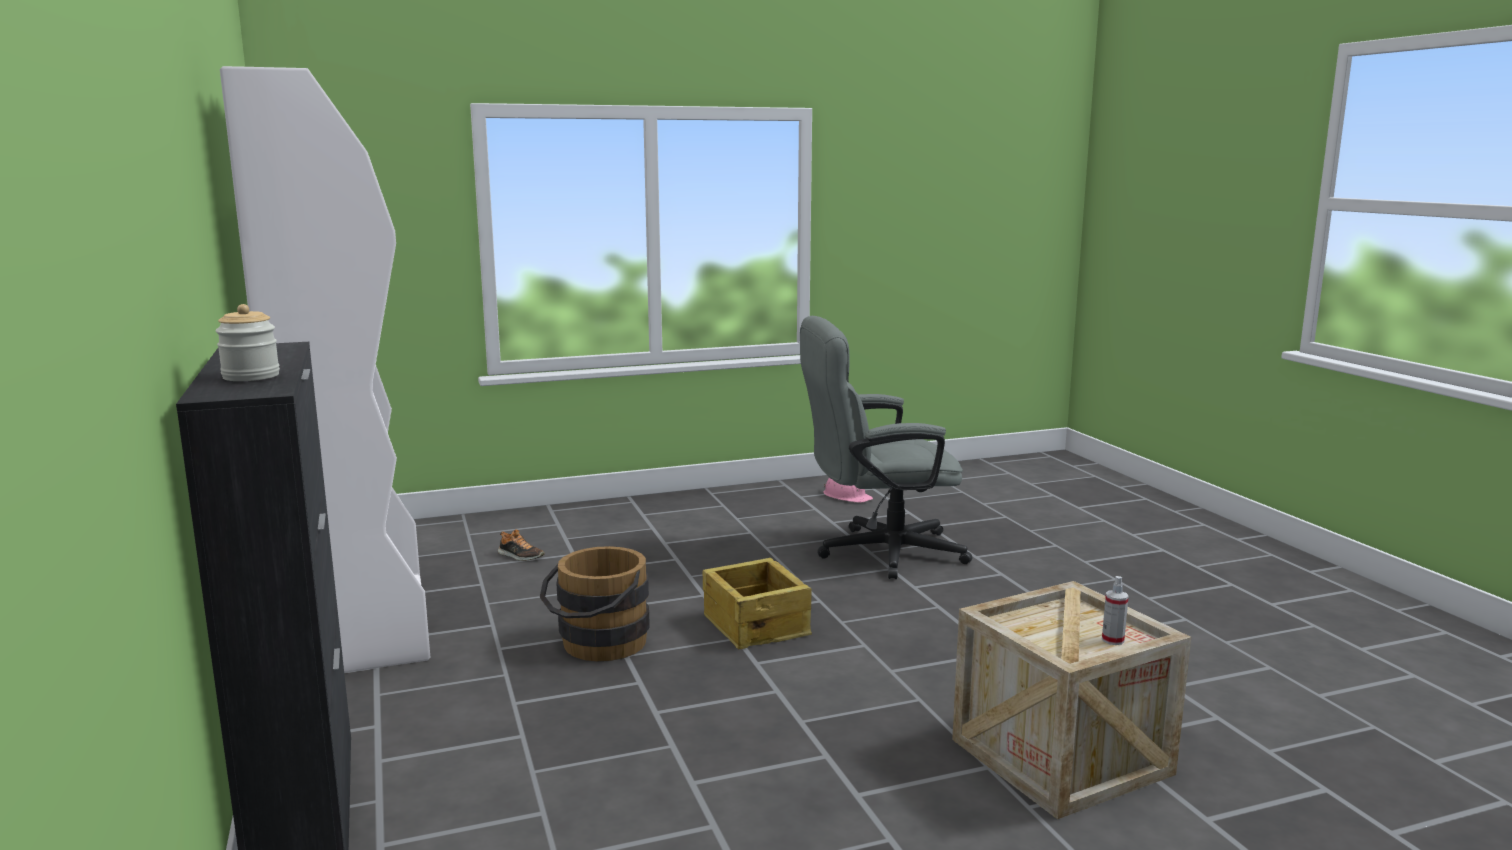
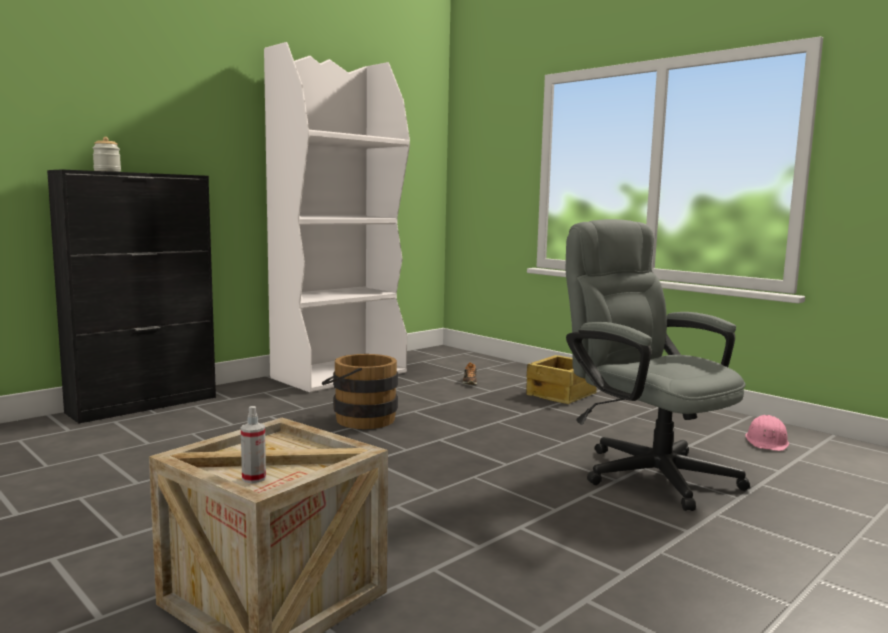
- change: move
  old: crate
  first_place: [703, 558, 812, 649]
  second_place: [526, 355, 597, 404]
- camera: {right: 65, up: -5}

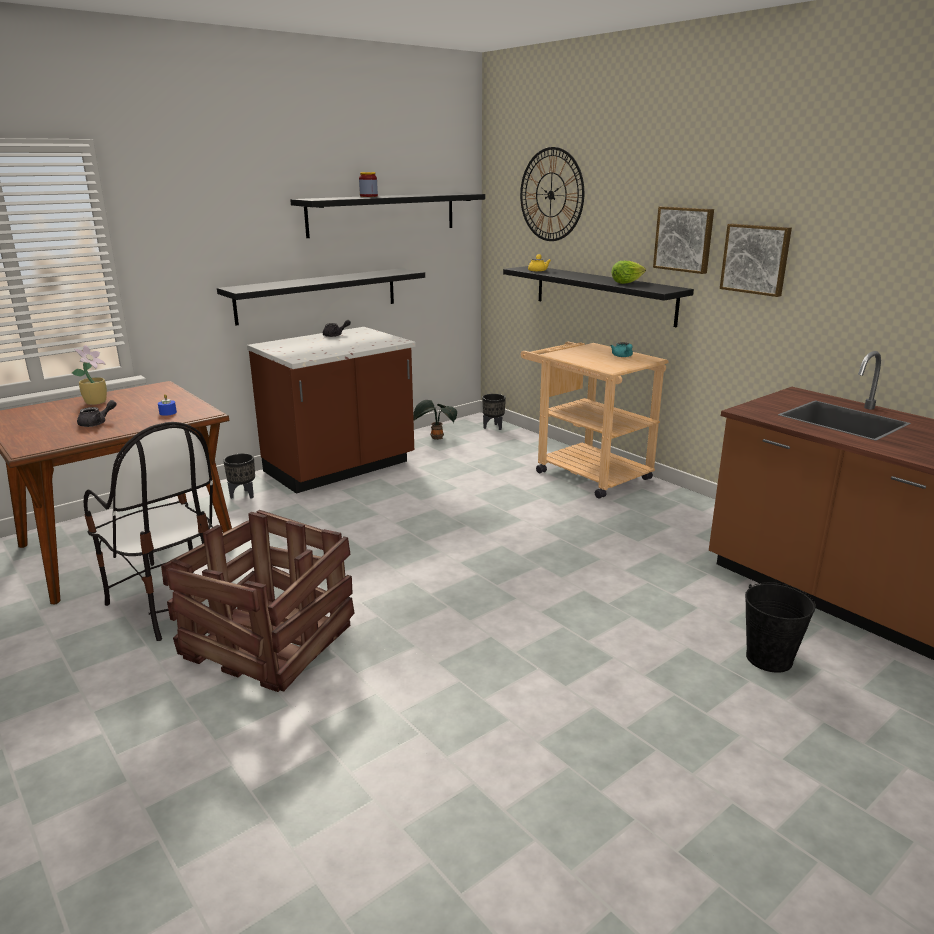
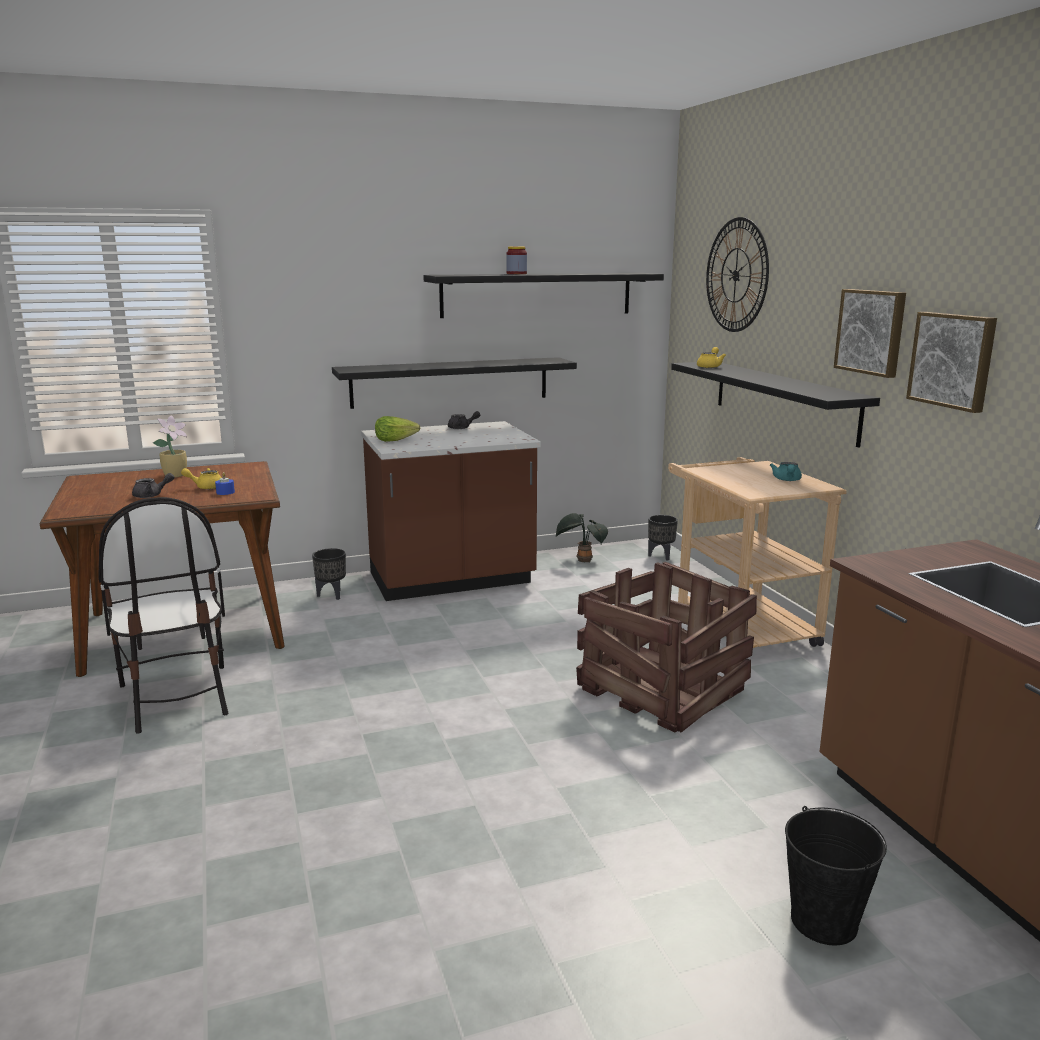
- change: insert
  new: teapot in yellowish
  second_place: [181, 468, 222, 489]
- change: move
  old: crate
  first_place: [161, 510, 355, 692]
  second_place: [576, 562, 757, 732]
- change: move
  old: head of lettuce
  first_place: [611, 261, 646, 284]
  second_place: [375, 416, 421, 442]
- camera: {right: 20, up: -5}

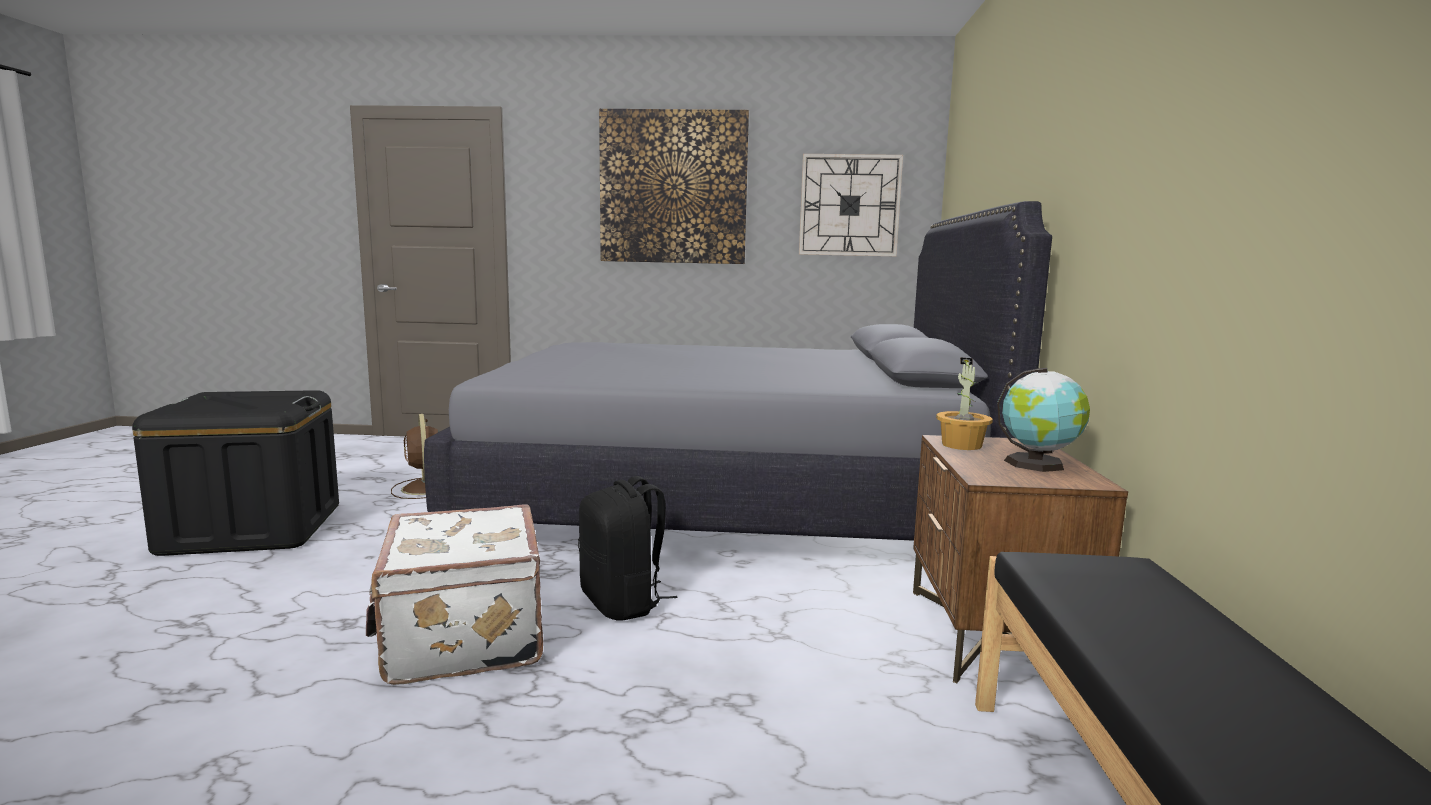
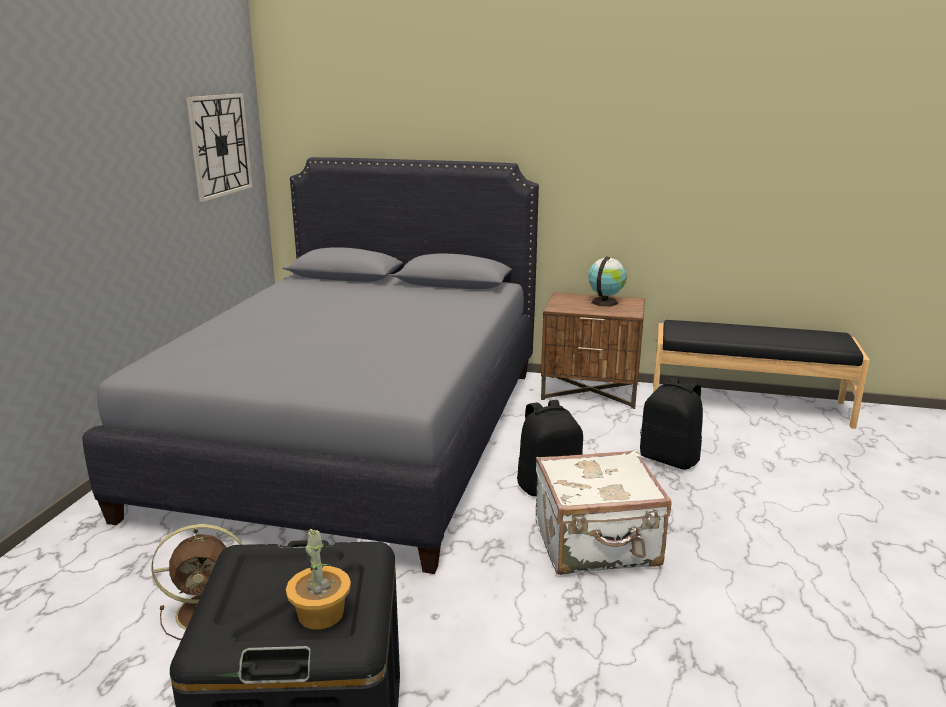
- change: delete
  old: wall picture
  first_place: [599, 109, 749, 264]
- change: insert
  new: backpack in black
  second_place: [640, 378, 703, 470]
- change: move
  old: plant in a pot
  first_place: [936, 357, 993, 450]
  second_place: [286, 528, 351, 629]
- camera: {right: -80, up: 10}

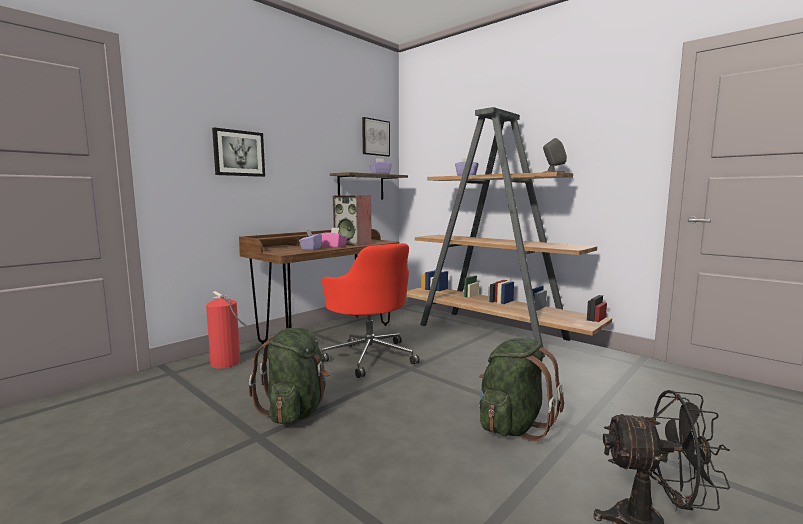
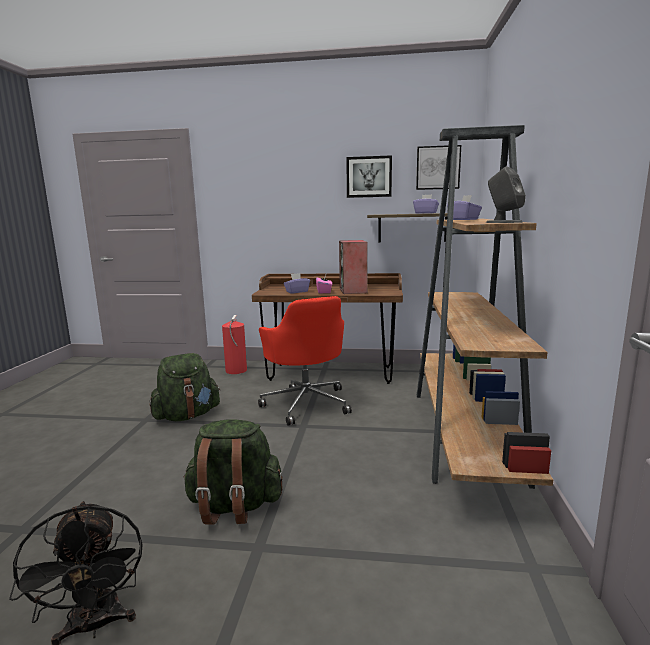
- change: move
  old: wall picture
  first_place: [212, 127, 265, 177]
  second_place: [346, 155, 392, 198]
- change: rotate
  old: desk chair in red-coloured
  first_place: [322, 243, 420, 378]
  second_place: [258, 296, 352, 426]
  degrees: -45
- camera: {right: 55, up: 5}

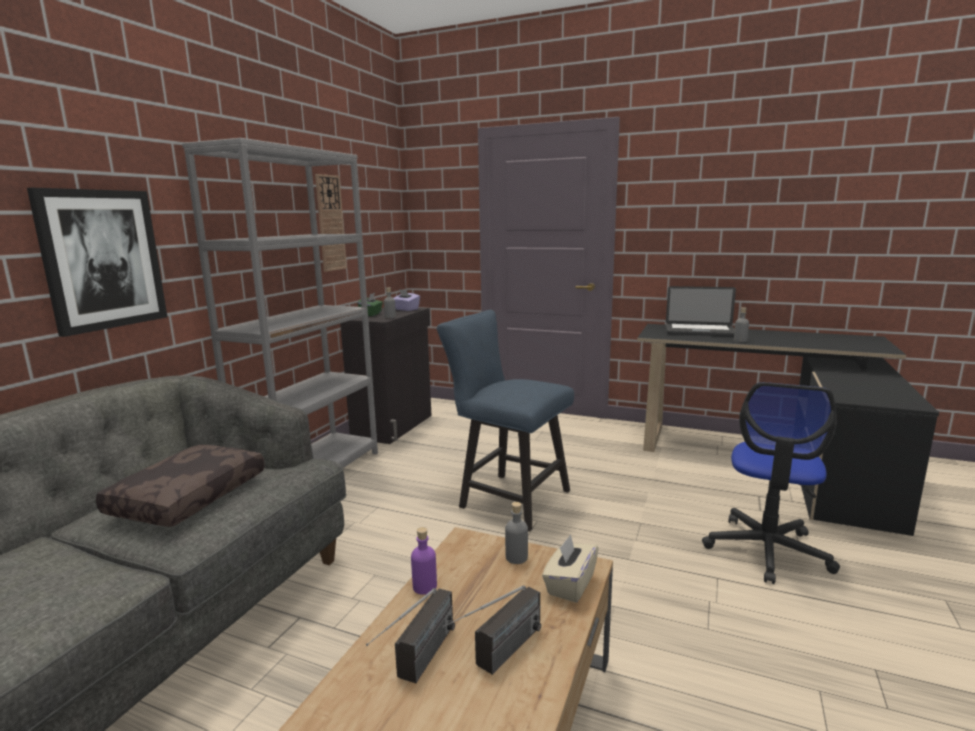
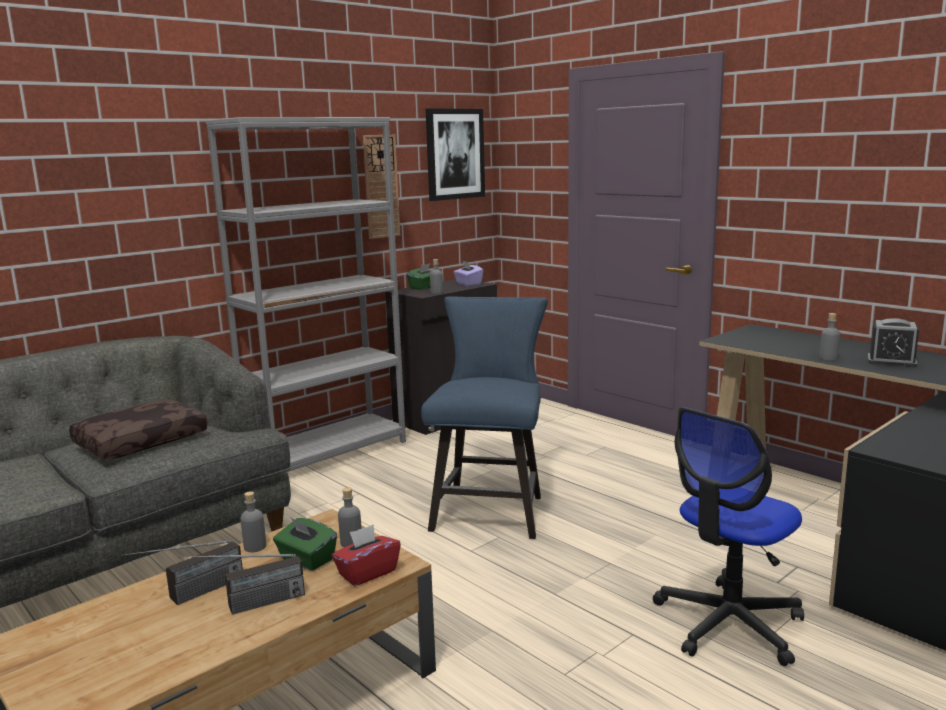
- change: delete
  old: portable computer
  first_place: [666, 286, 736, 337]
- change: insert
  new: box of tissues in greenish
  second_place: [273, 518, 337, 571]
- change: insert
  new: bedside clock
  second_place: [868, 318, 919, 367]
- change: move
  old: wall picture
  first_place: [27, 188, 167, 337]
  second_place: [426, 108, 485, 201]
- change: recolor
  old: drink bottle in purple
  new: drink bottle in gray
  first_place: [411, 527, 437, 595]
  second_place: [240, 491, 266, 552]
- change: recolor
  old: box of tissues in beige
  new: box of tissues in red-coloured
  first_place: [542, 534, 598, 603]
  second_place: [332, 525, 401, 586]
- change: rotate
  old: upright chair in blue
  first_place: [437, 310, 574, 532]
  second_place: [421, 297, 548, 539]
  degrees: 45
- camera: {right: 25, up: 0}

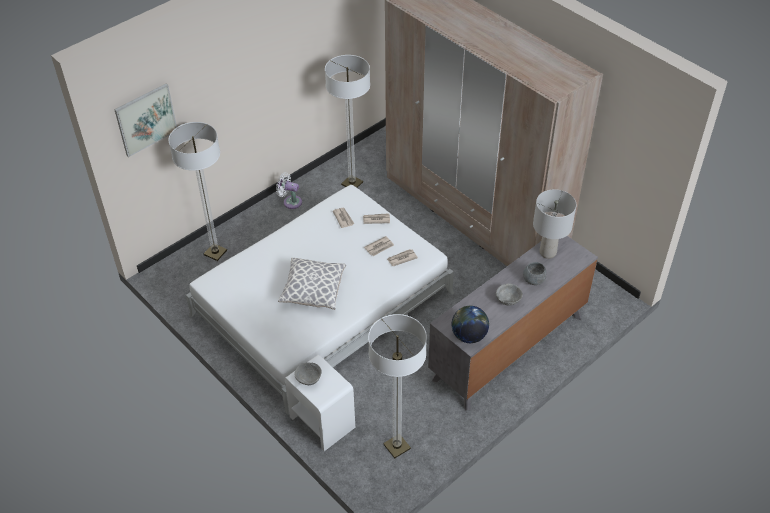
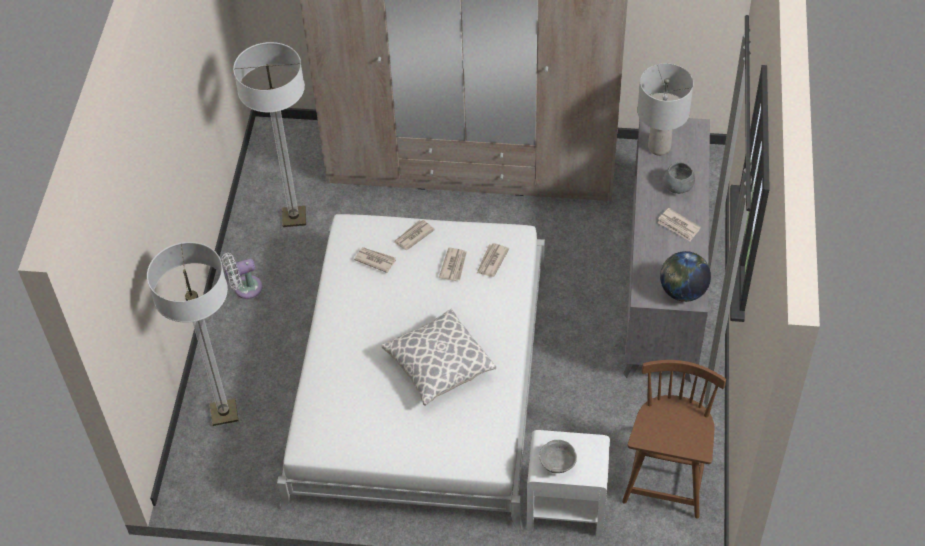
- change: delete
  old: wall picture
  first_place: [114, 83, 177, 157]
- change: replace
  old: floor lamp
  new: upright chair in brown
  first_place: [368, 314, 427, 458]
  second_place: [622, 360, 726, 519]
- change: replace
  old: deep dish in gray
  new: daily paper
  first_place: [496, 283, 523, 306]
  second_place: [657, 208, 701, 241]
- camera: {right: -40, up: 5}

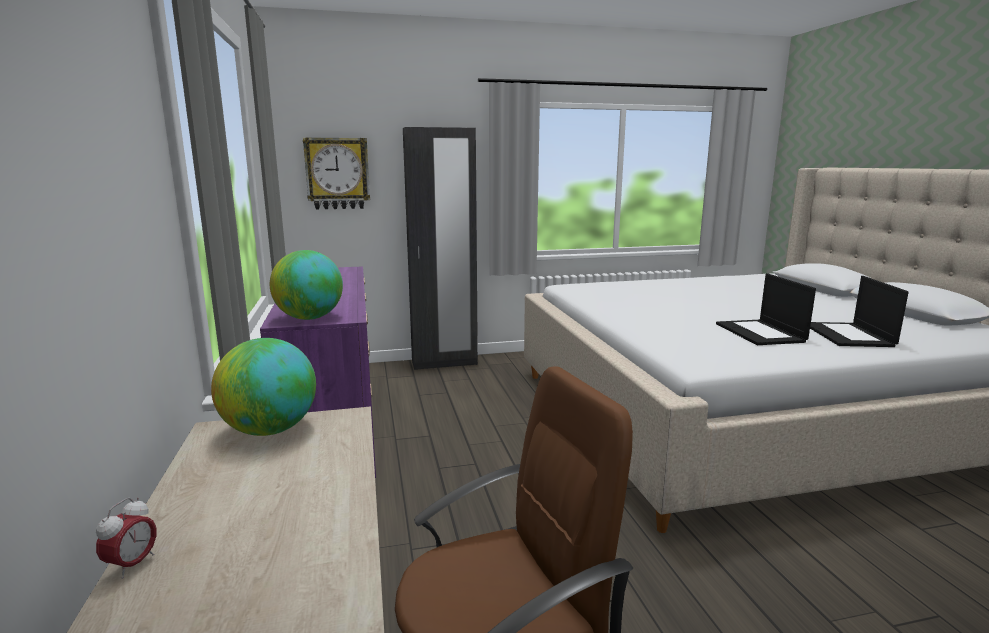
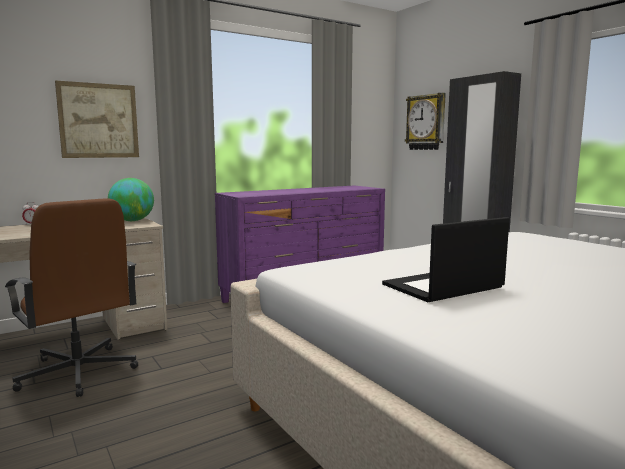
- change: delete
  old: globe
  first_place: [270, 250, 343, 320]
- change: delete
  old: portable computer
  first_place: [810, 276, 909, 347]
- change: insert
  new: wall picture
  second_place: [55, 80, 139, 158]
- camera: {right: 70, up: -5}

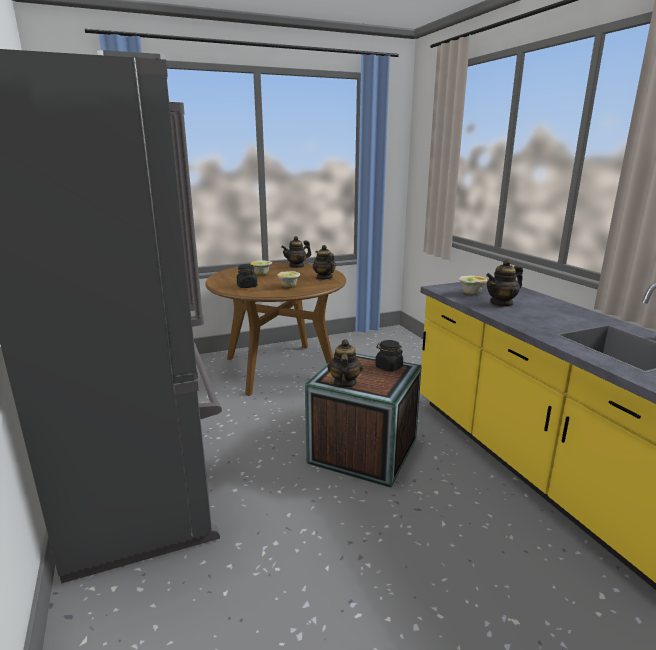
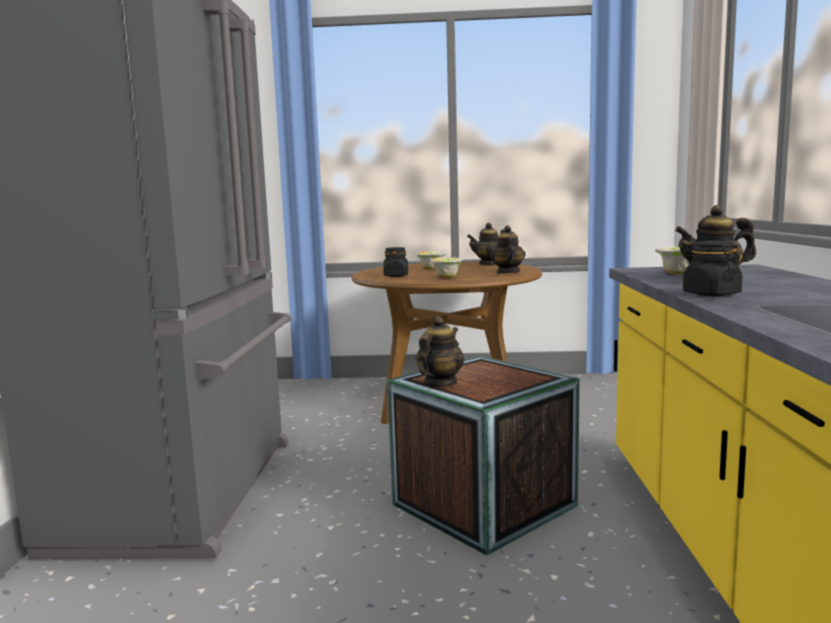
- change: move
  old: storage jar in black
  first_place: [375, 340, 403, 372]
  second_place: [683, 241, 742, 296]
- camera: {right: 25, up: -10}

